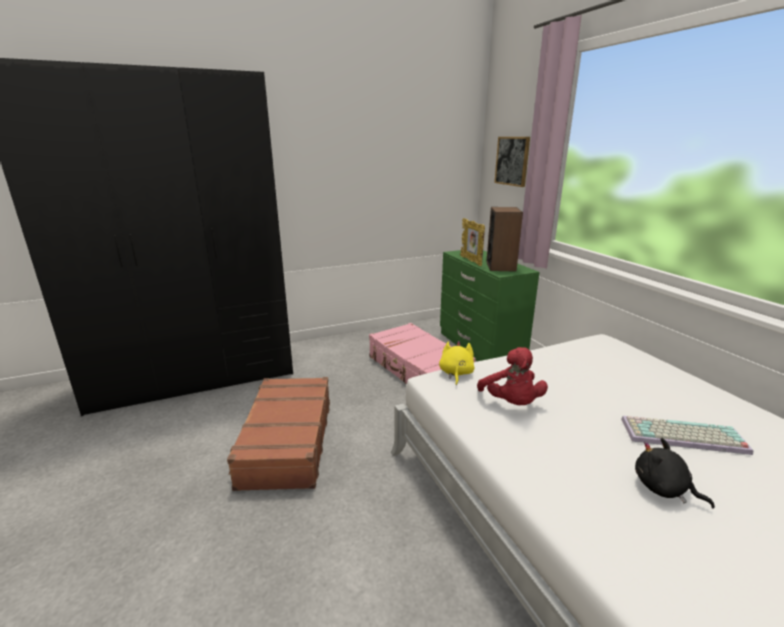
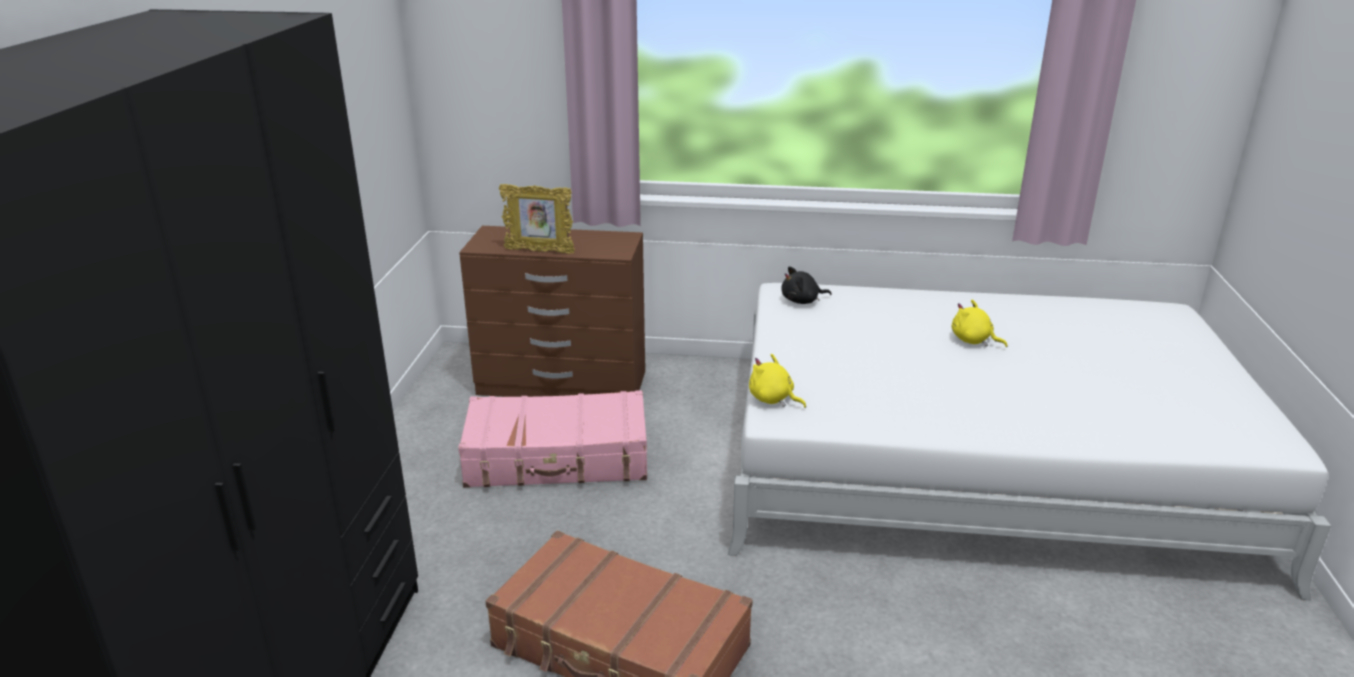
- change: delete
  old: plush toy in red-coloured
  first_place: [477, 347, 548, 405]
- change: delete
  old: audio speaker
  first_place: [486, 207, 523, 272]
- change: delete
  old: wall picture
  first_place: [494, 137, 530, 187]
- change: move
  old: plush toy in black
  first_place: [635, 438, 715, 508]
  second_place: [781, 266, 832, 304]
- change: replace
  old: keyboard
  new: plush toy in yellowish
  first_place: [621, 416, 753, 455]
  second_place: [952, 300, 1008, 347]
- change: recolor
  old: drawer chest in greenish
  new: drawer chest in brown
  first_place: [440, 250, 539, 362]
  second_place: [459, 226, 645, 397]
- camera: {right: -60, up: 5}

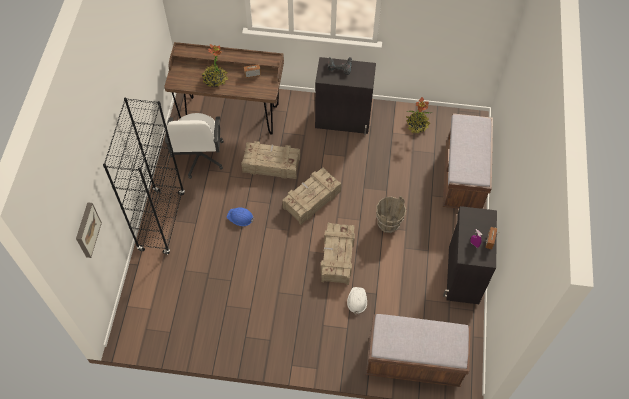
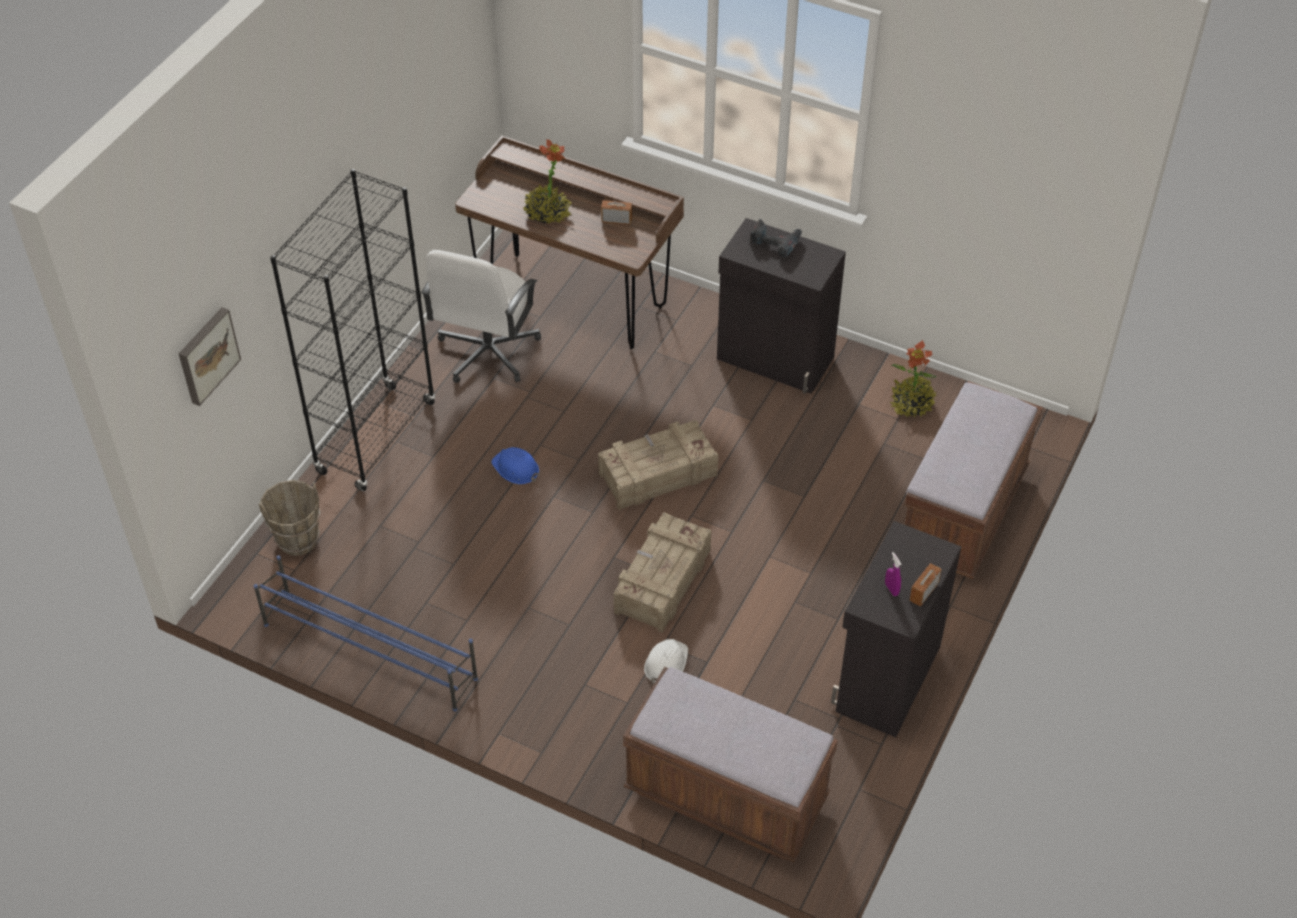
- change: delete
  old: crate
  first_place: [241, 141, 300, 179]
- change: insert
  new: shoe shelf in blue
  second_place: [254, 555, 478, 712]
- change: move
  old: pail in brown
  first_place: [376, 196, 406, 233]
  second_place: [259, 480, 321, 556]
- camera: {right: 20, up: -10}

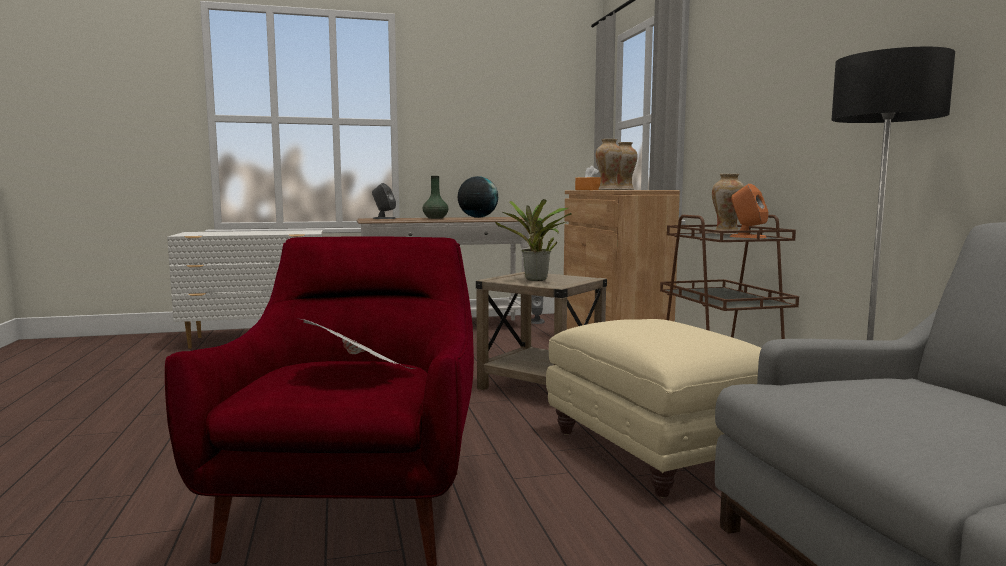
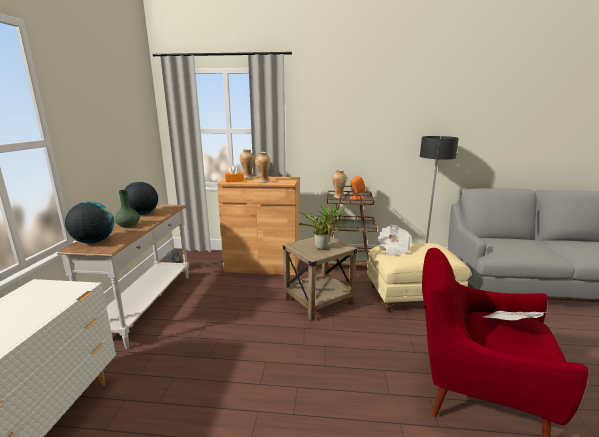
- change: insert
  new: daily paper
  second_place: [377, 225, 411, 256]
- change: replace
  old: audio speaker in gray
  new: globe
  first_place: [372, 183, 396, 219]
  second_place: [65, 202, 114, 244]
- camera: {right: -70, up: 10}

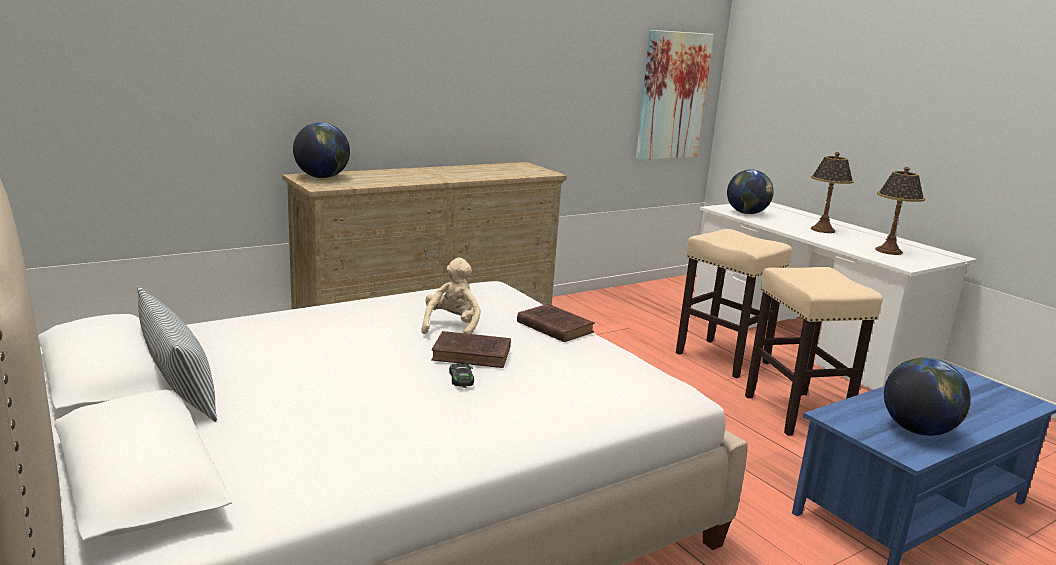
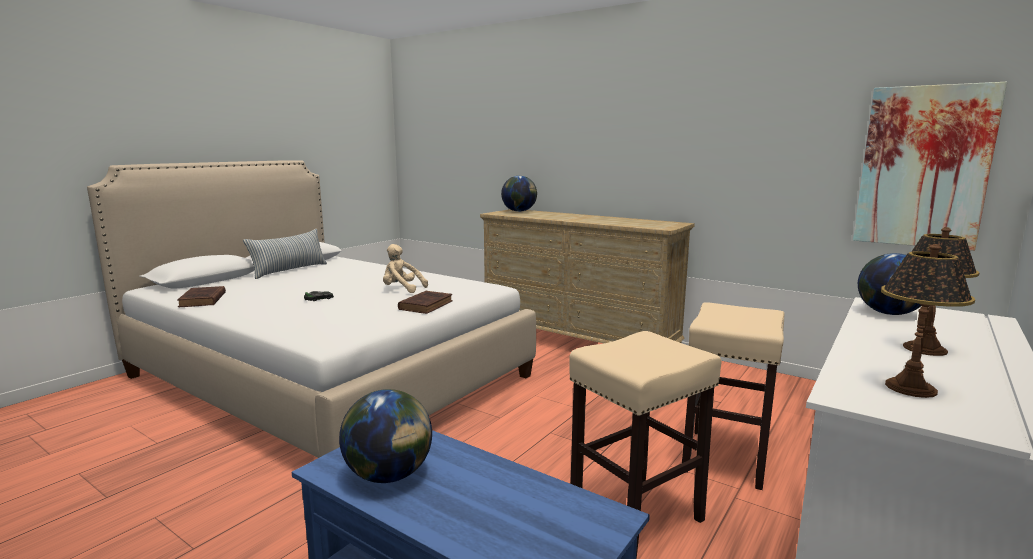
- change: move
  old: book in brown
  first_place: [431, 331, 511, 368]
  second_place: [177, 286, 226, 307]
- change: rotate
  old: plush toy in beige
  first_place: [421, 257, 481, 334]
  second_place: [383, 244, 428, 293]
  degrees: -150
- camera: {right: 70, up: -5}

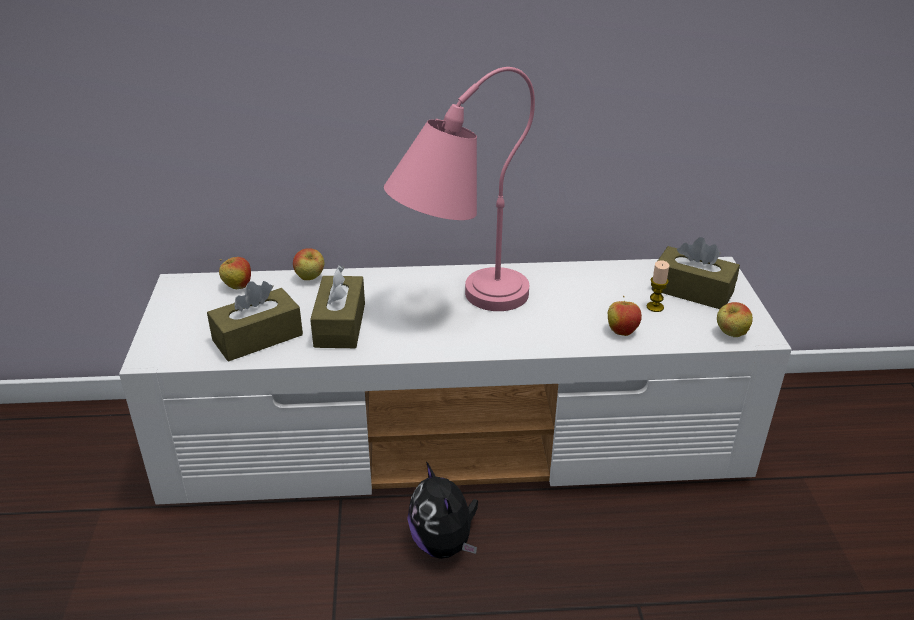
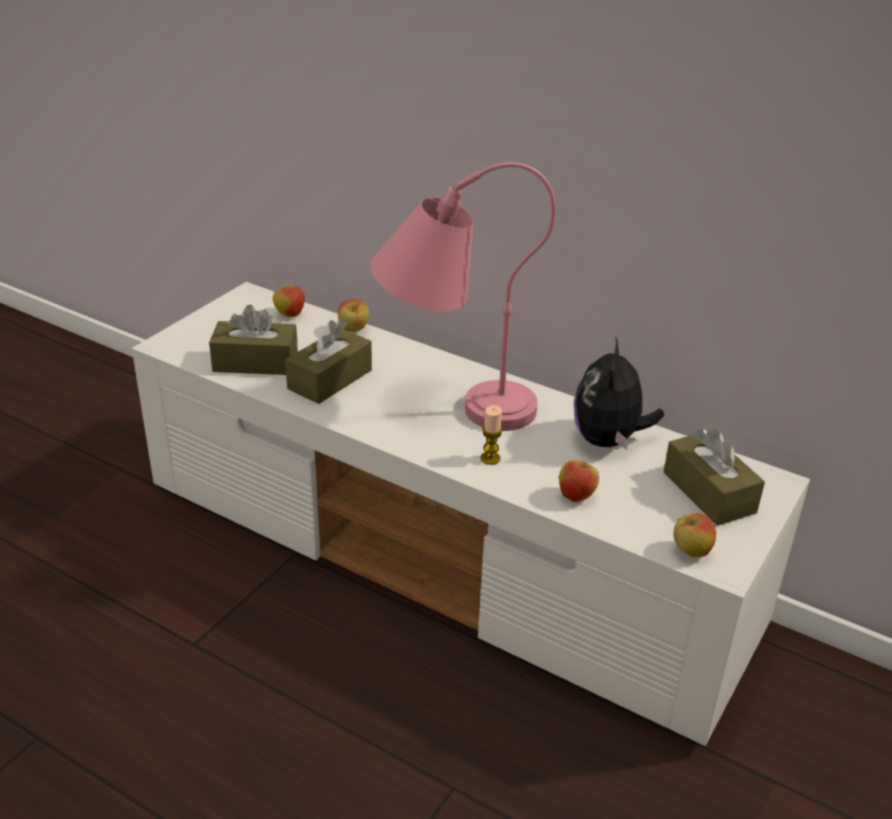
- change: move
  old: plush toy
  first_place: [407, 462, 478, 559]
  second_place: [574, 338, 664, 450]
- change: move
  old: wax candle
  first_place: [647, 260, 669, 312]
  second_place: [481, 405, 503, 465]
- camera: {right: 35, up: 0}

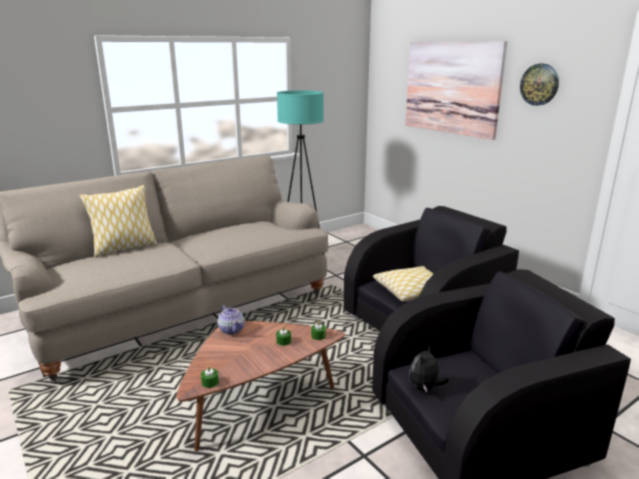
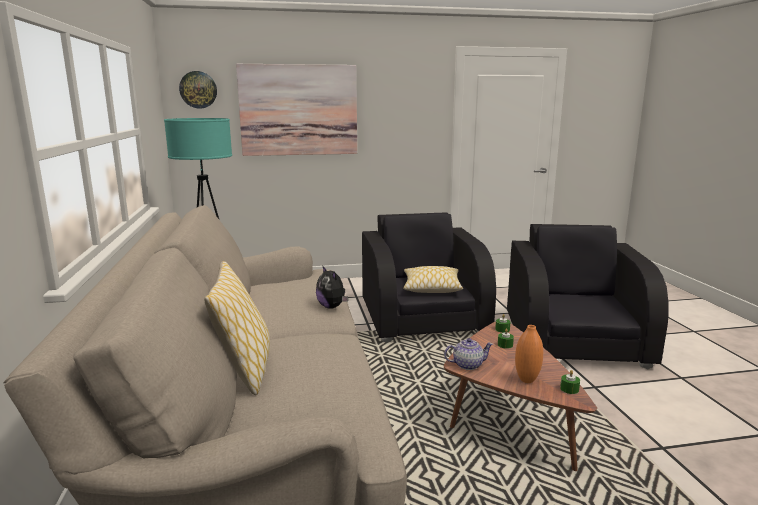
- change: insert
  new: vase in orange-coloured
  second_place: [515, 325, 543, 383]
- change: move
  old: plush toy
  first_place: [409, 345, 449, 392]
  second_place: [316, 265, 348, 309]
- change: move
  old: hanging clock
  first_place: [520, 64, 559, 106]
  second_place: [179, 71, 217, 108]
- camera: {right: -65, up: -5}

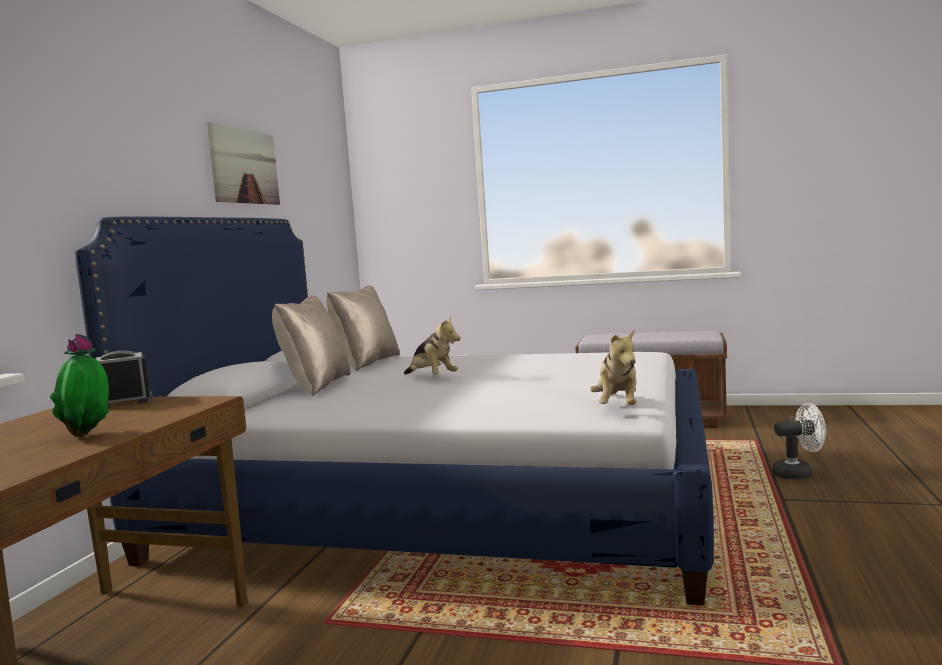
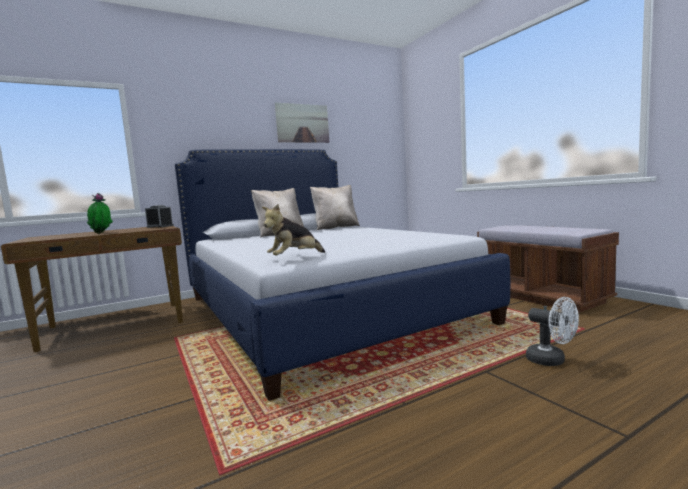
- change: delete
  old: plush toy
  first_place: [404, 316, 460, 374]
- camera: {right: 45, up: 0}

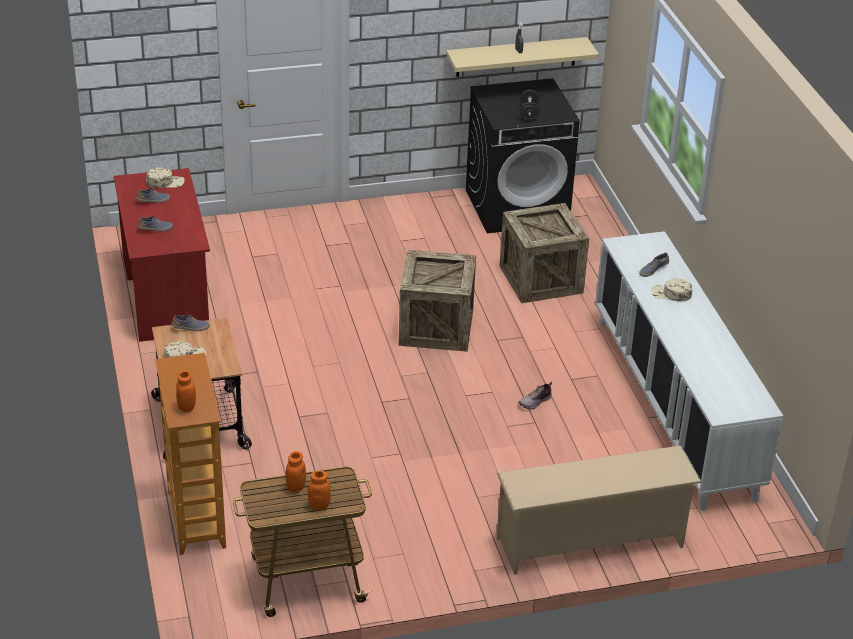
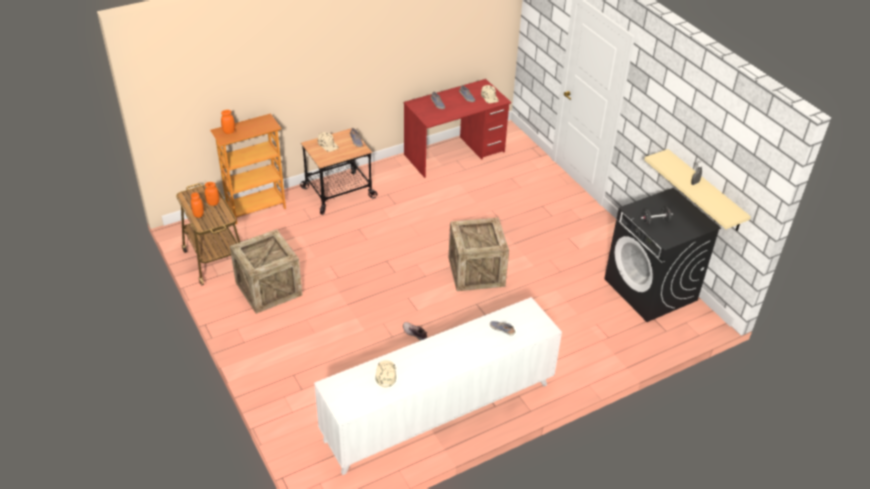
- change: delete
  old: shoe shelf in beige
  first_place: [497, 445, 702, 575]
- change: move
  old: crate
  first_place: [500, 203, 589, 303]
  second_place: [230, 229, 302, 314]
- change: move
  old: cap in beige
  first_place: [651, 278, 692, 302]
  second_place: [375, 360, 396, 387]
- camera: {right: 75, up: 5}

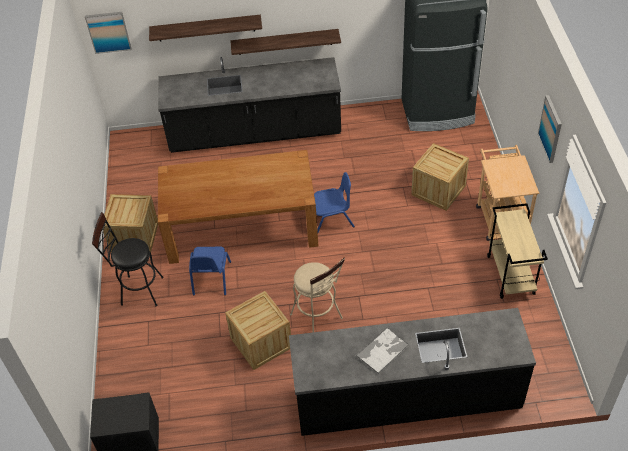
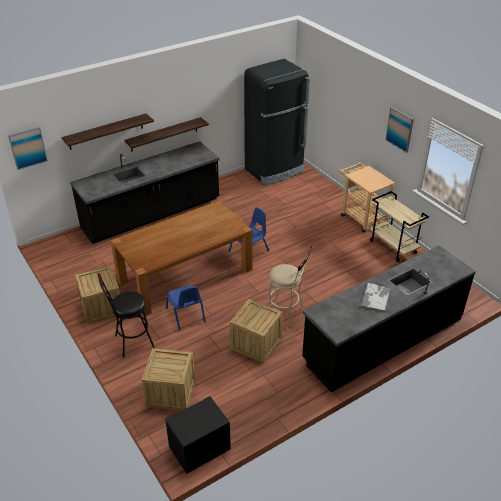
- change: move
  old: crate
  first_place: [411, 143, 469, 211]
  second_place: [142, 348, 195, 411]
- camera: {right: -30, up: -10}

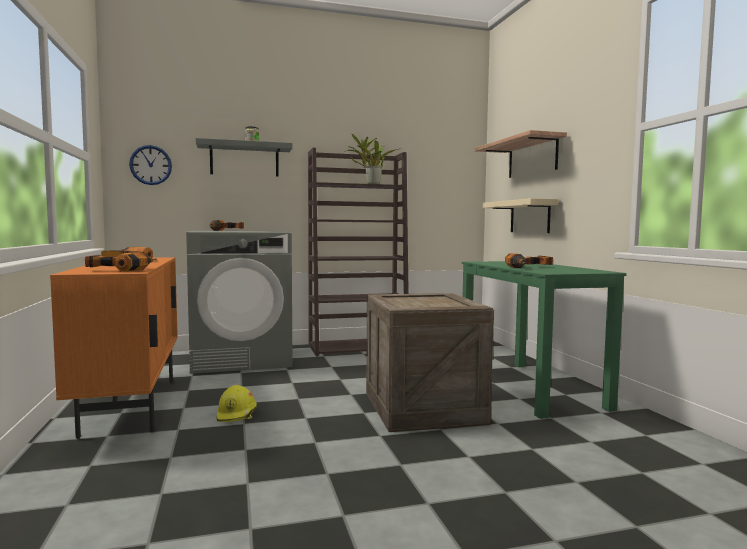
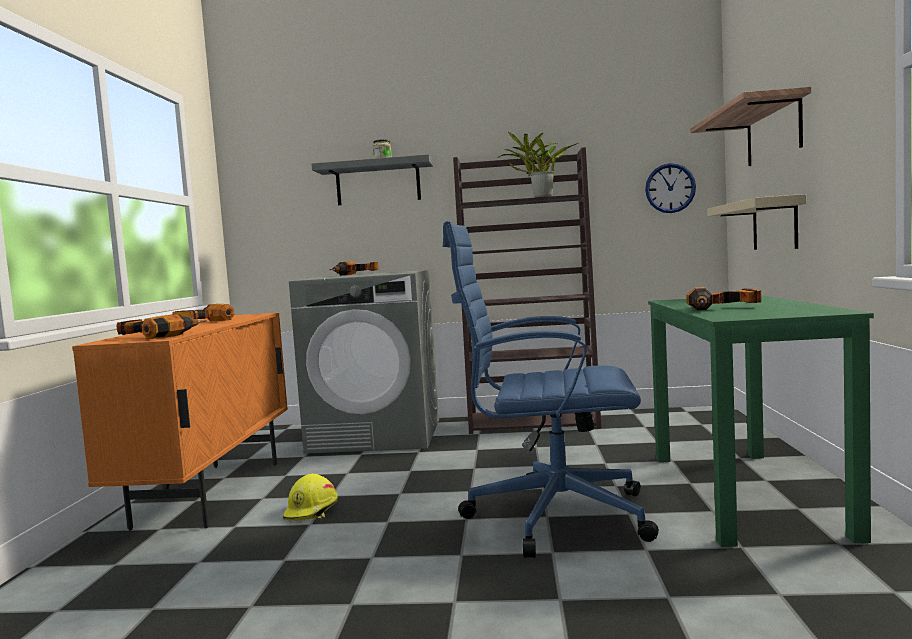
- change: move
  old: hanging clock
  first_place: [129, 145, 172, 185]
  second_place: [645, 163, 696, 213]
- change: replace
  old: crate
  new: desk chair in blue
  first_place: [366, 293, 494, 432]
  second_place: [443, 221, 659, 558]
- camera: {right: 20, up: 0}

